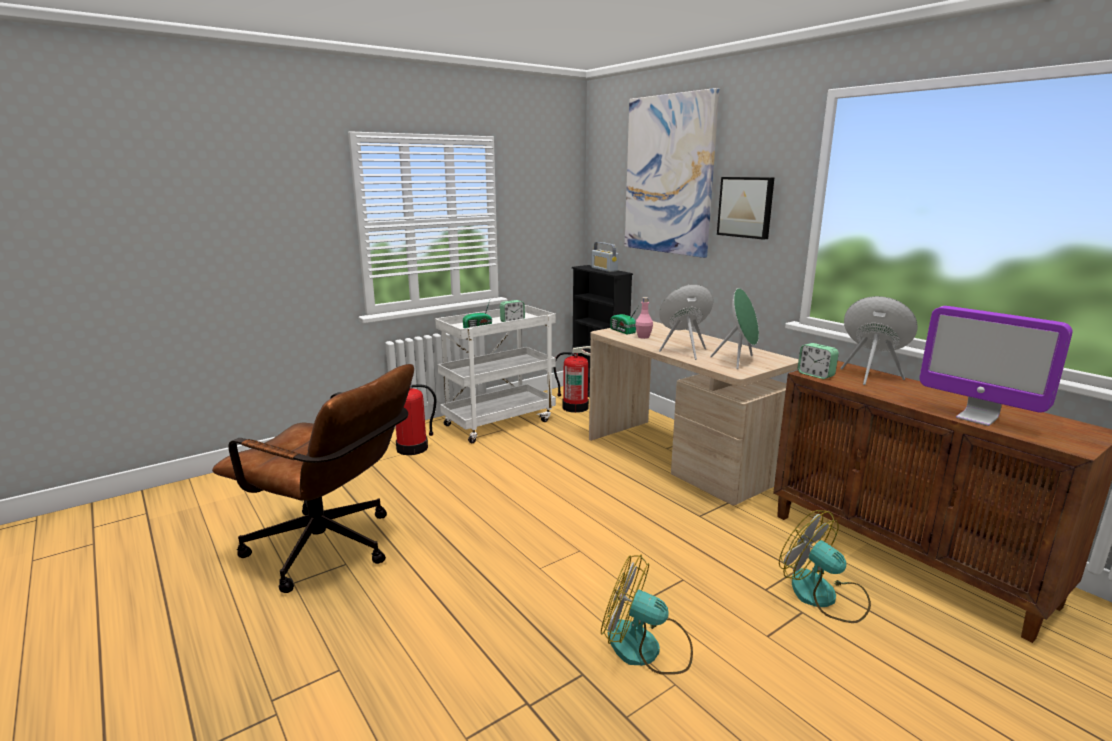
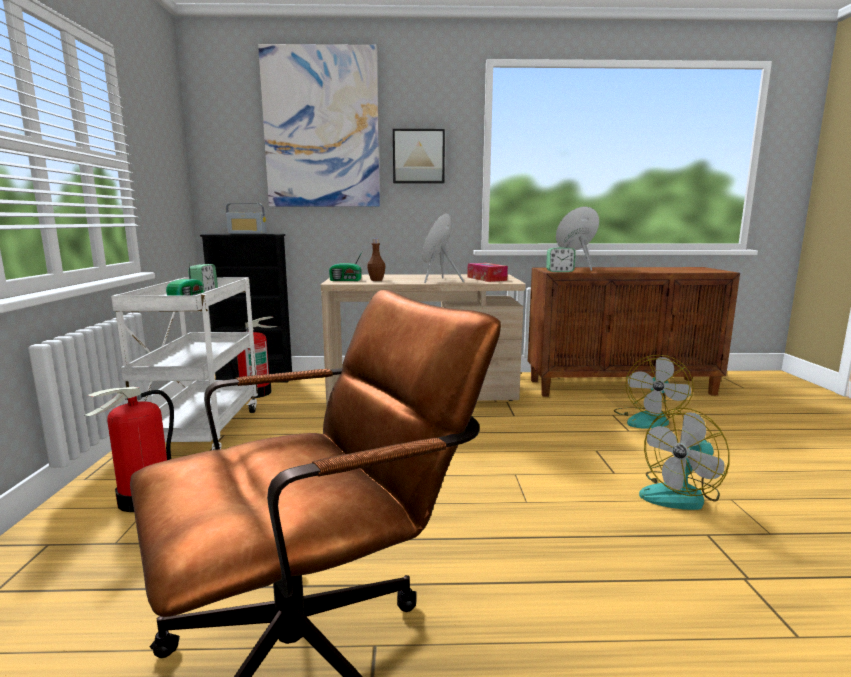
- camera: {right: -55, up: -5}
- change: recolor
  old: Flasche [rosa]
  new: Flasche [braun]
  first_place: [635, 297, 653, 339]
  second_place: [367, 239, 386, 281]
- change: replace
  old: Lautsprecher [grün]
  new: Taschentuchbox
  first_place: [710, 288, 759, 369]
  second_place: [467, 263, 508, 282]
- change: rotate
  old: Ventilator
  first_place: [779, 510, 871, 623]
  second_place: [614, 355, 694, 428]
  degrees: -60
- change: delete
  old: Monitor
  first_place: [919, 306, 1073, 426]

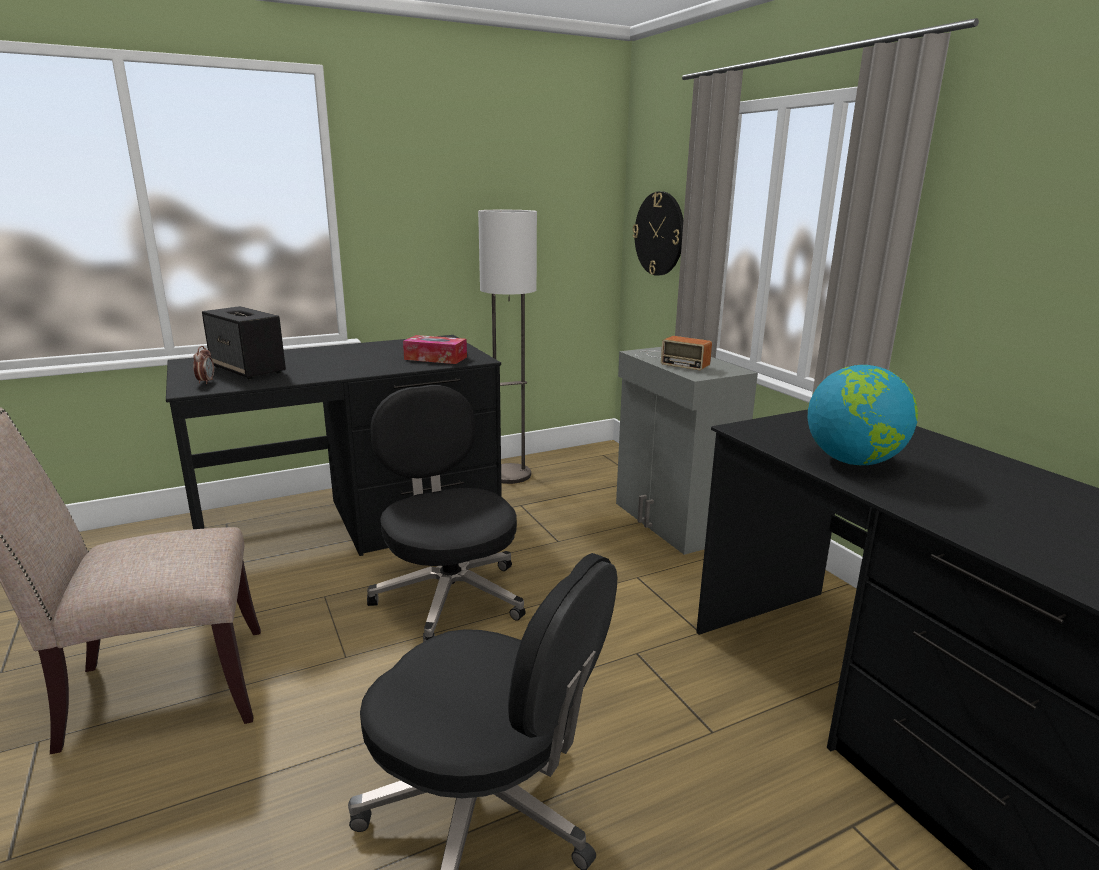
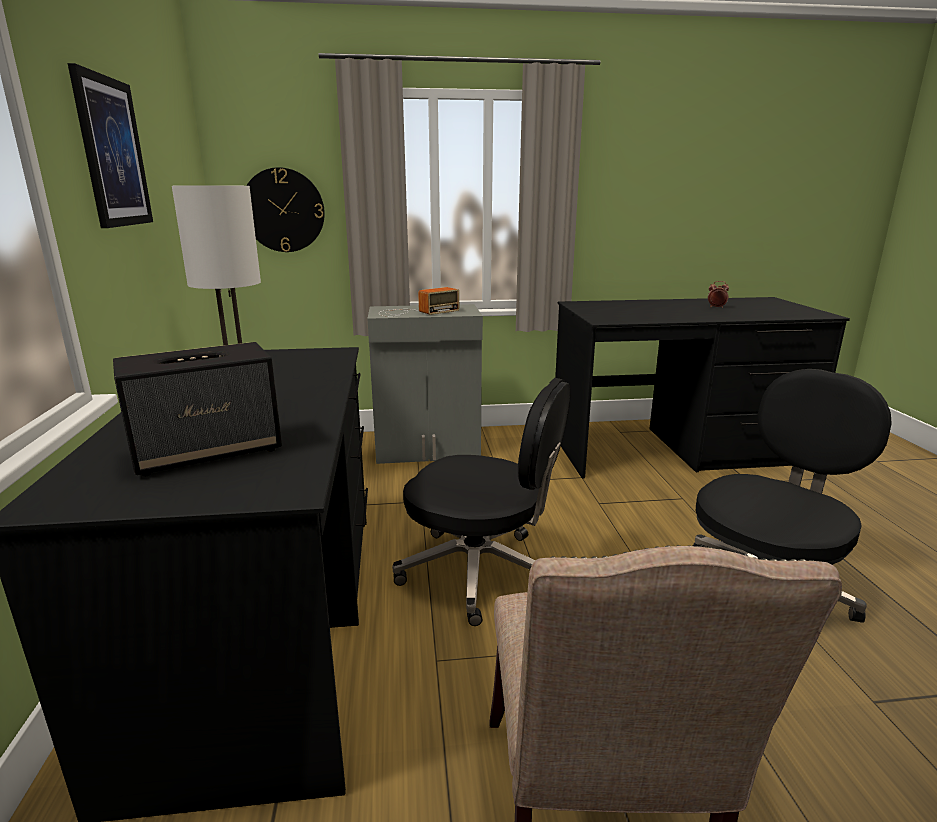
- camera: {right: -70, up: 0}
- change: move
  old: Wecker
  first_place: [193, 346, 214, 384]
  second_place: [708, 281, 729, 308]
- change: rotate
  old: Bürostuhl [schwarz]
  first_place: [367, 385, 526, 642]
  second_place: [392, 378, 571, 626]
  degrees: -150
- change: delete
  old: Taschentuchbox
  first_place: [403, 335, 467, 364]
- change: delete
  old: Globus
  first_place: [808, 365, 918, 465]
- change: insert
  new: Bild
  second_place: [68, 63, 153, 228]

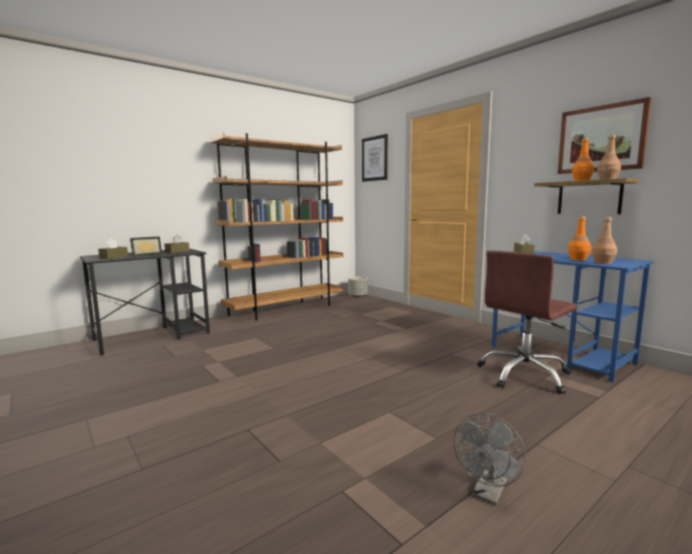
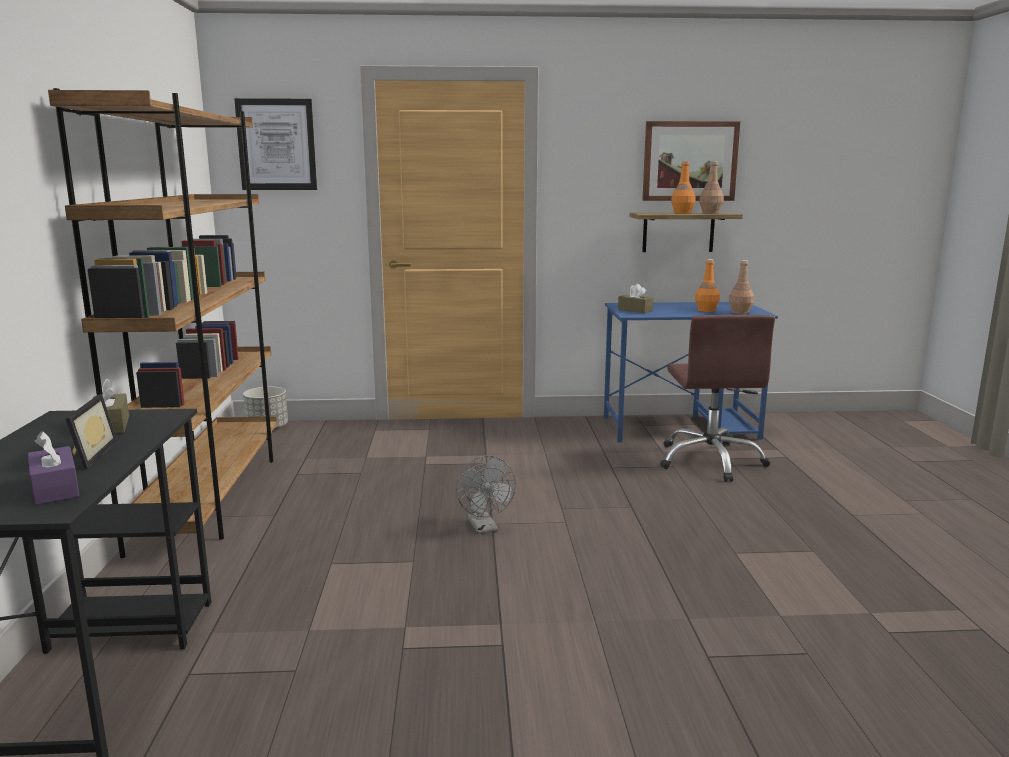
- camera: {right: -55, up: 5}
- change: recolor
  old: Taschentuchbox [braun]
  new: Taschentuchbox [lila]
  first_place: [98, 238, 128, 259]
  second_place: [28, 431, 80, 505]
- change: move
  old: Ventilator [grau]
  first_place: [453, 413, 526, 505]
  second_place: [456, 456, 516, 534]

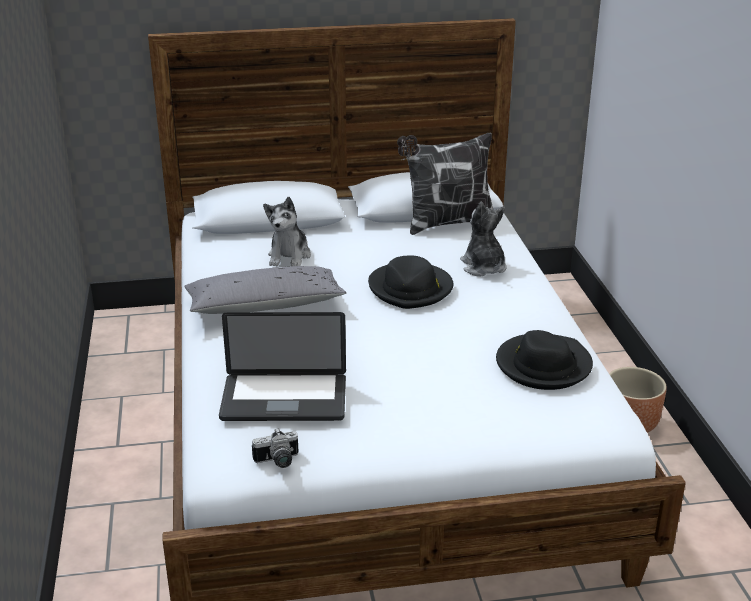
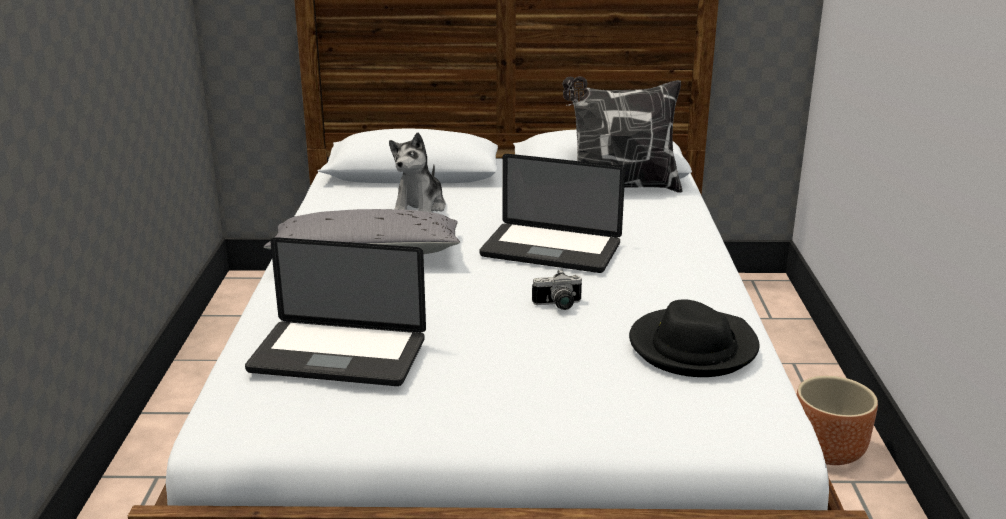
- camera: {right: 10, up: -5}
- change: move
  old: Kamera
  first_place: [252, 428, 299, 468]
  second_place: [532, 269, 582, 310]
- change: replace
  old: Hut [schwarz]
  new: Laptop
  first_place: [368, 255, 453, 309]
  second_place: [479, 154, 625, 273]
- change: delete
  old: Plüschtier
  first_place: [460, 202, 507, 277]

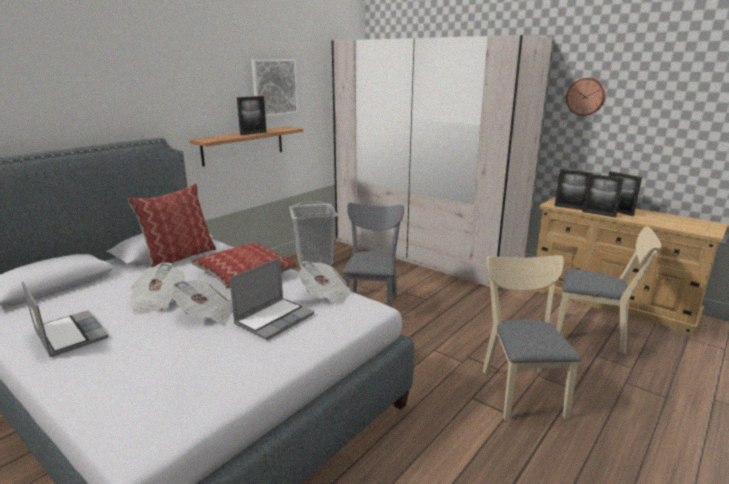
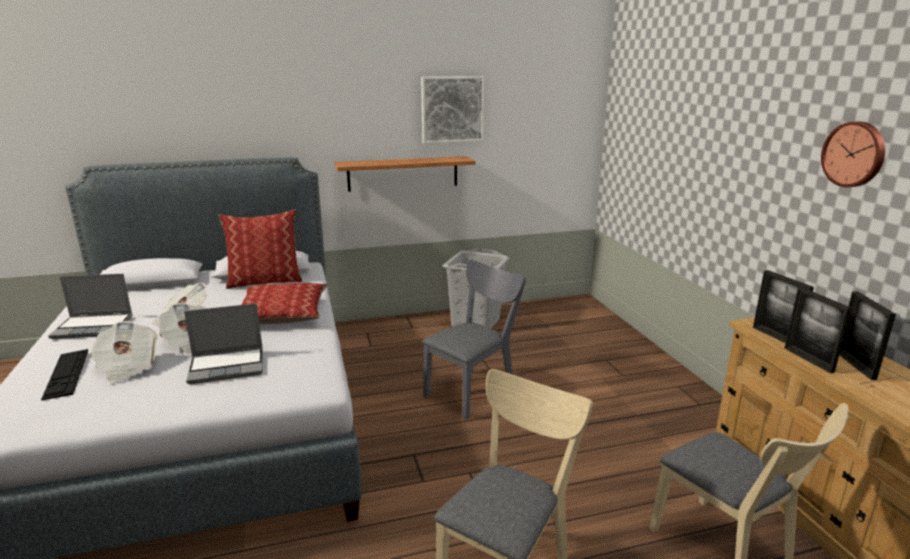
- camera: {right: 35, up: 0}
- change: rotate
  old: Laptop
  first_place: [22, 282, 109, 357]
  second_place: [49, 274, 133, 339]
  degrees: 90
- change: delete
  old: Bilderrahmen
  first_place: [237, 96, 267, 135]
- change: move
  old: Zeitung
  first_place: [298, 261, 350, 305]
  second_place: [90, 321, 158, 383]
- change: delete
  old: Kleiderschrank [beige]
  first_place: [332, 35, 553, 288]
- change: insert
  new: Tastatur
  second_place: [41, 349, 88, 400]

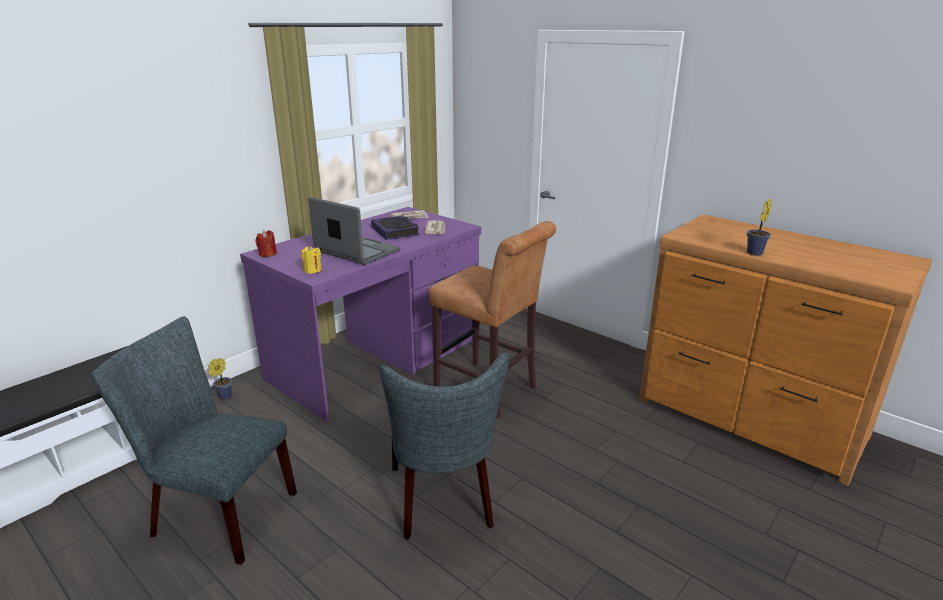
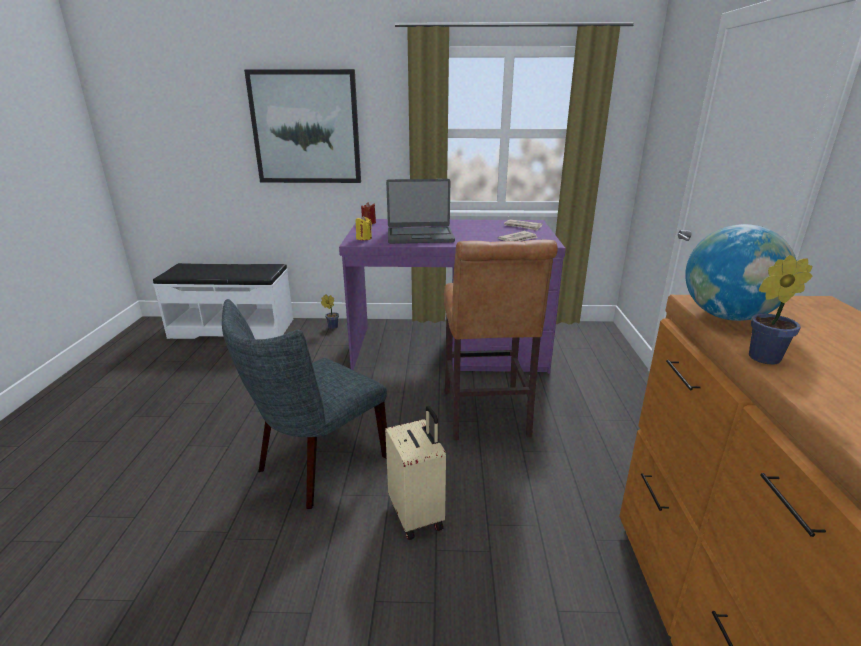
- camera: {right: 50, up: 0}
- change: delete
  old: Stuhl [grau]
  first_place: [92, 316, 297, 565]
- change: rotate
  old: Laptop
  first_place: [308, 197, 400, 265]
  second_place: [386, 179, 455, 244]
  degrees: 90
- change: delete
  old: Buch
  first_place: [371, 215, 420, 240]
- change: insert
  new: Bild
  second_place: [244, 69, 361, 183]
- change: insert
  new: Koffer [beige]
  second_place: [385, 406, 446, 540]
- change: insert
  new: Globus
  second_place: [685, 224, 797, 321]

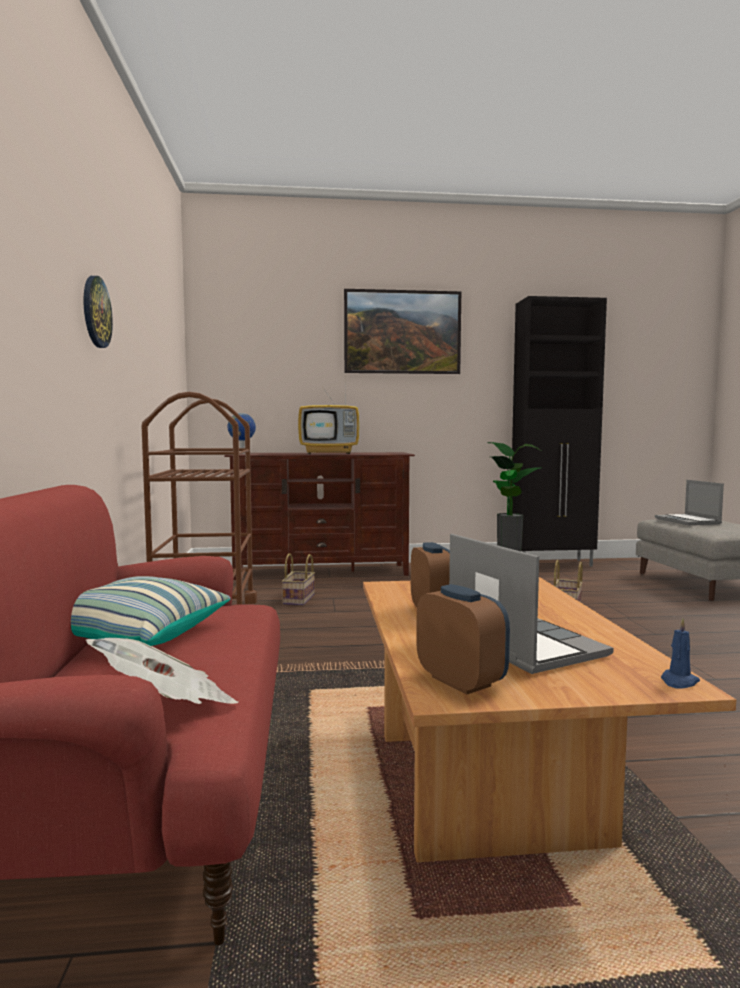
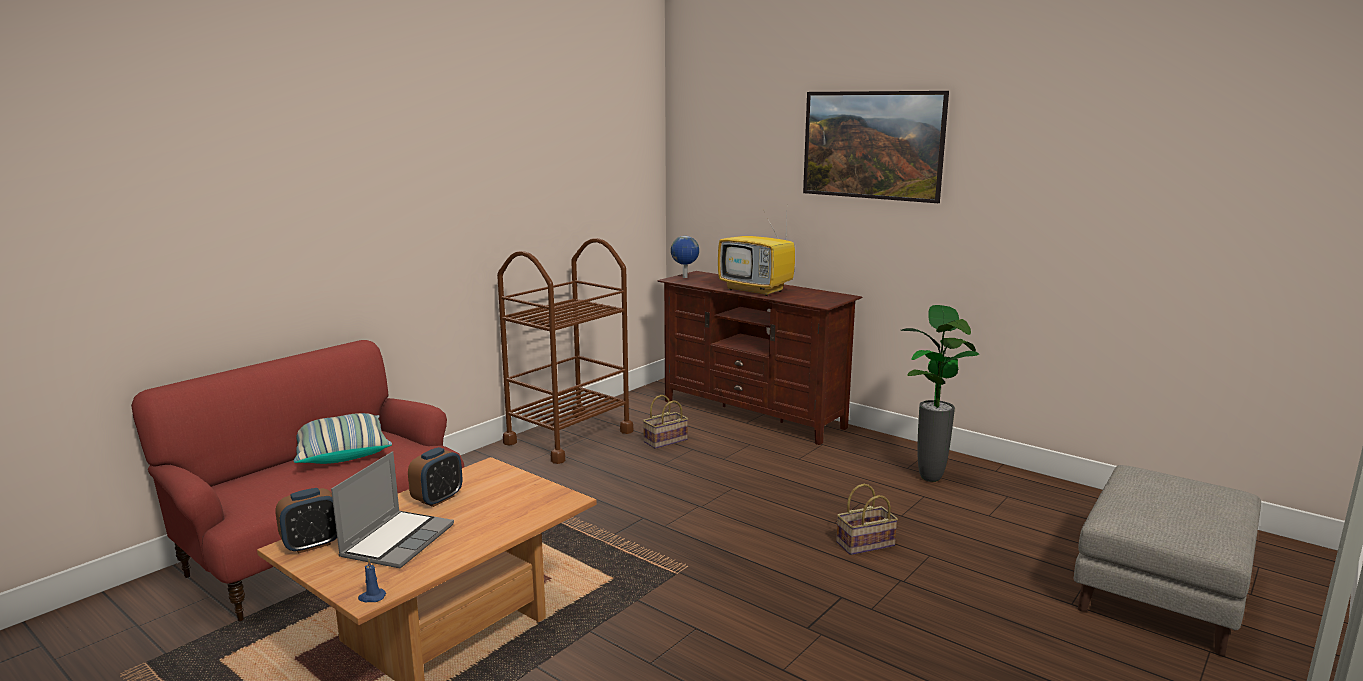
- camera: {right: 45, up: 10}
- change: delete
  old: Wanduhr
  first_place: [84, 276, 113, 348]
- change: delete
  old: Zeitung
  first_place: [86, 638, 238, 704]
- change: rotate
  old: Wecker
  first_place: [416, 584, 510, 695]
  second_place: [275, 488, 337, 554]
  degrees: 45
- change: delete
  old: Schrank [schwarz]
  first_place: [512, 296, 607, 567]
- change: delete
  old: Laptop
  first_place: [655, 480, 724, 525]

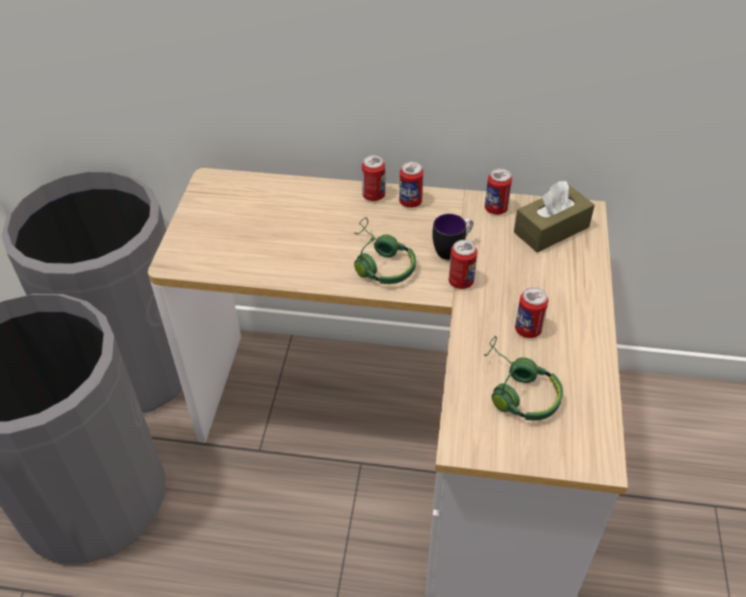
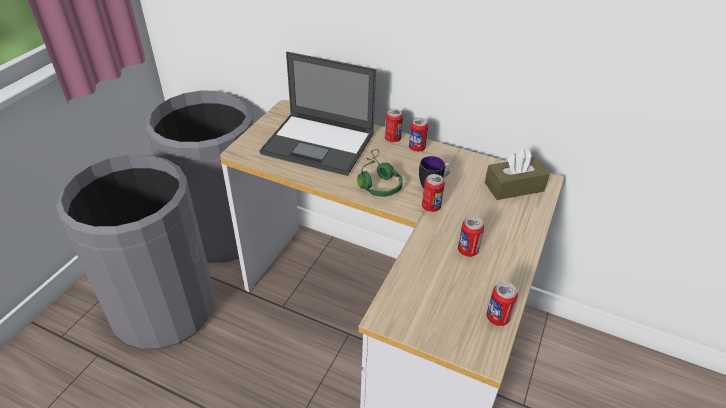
- camera: {right: 15, up: -5}
- change: delete
  old: Kopfhörer [grün]
  first_place: [484, 336, 563, 421]
- change: move
  old: Dose
  first_place: [485, 168, 512, 215]
  second_place: [486, 282, 518, 326]
- change: insert
  new: Laptop
  second_place: [259, 52, 376, 176]

